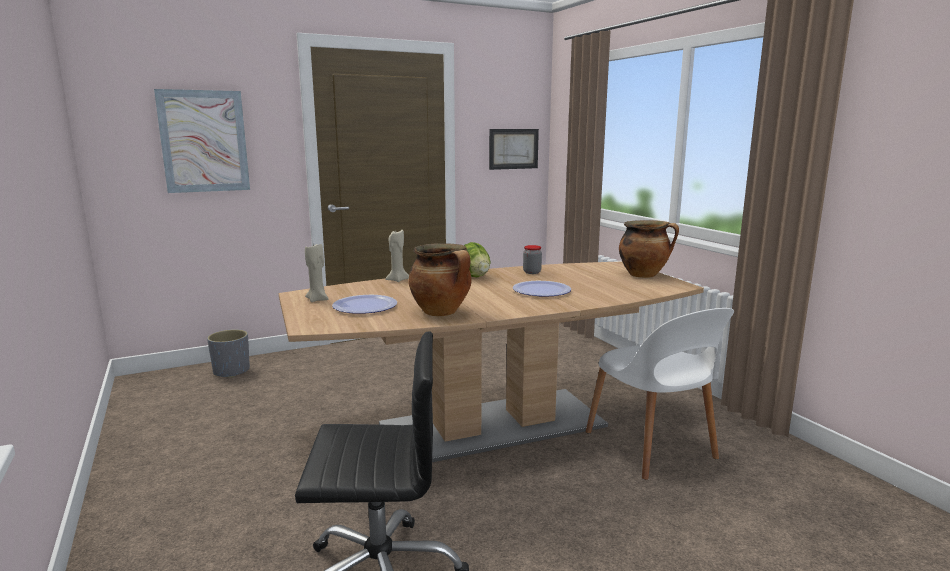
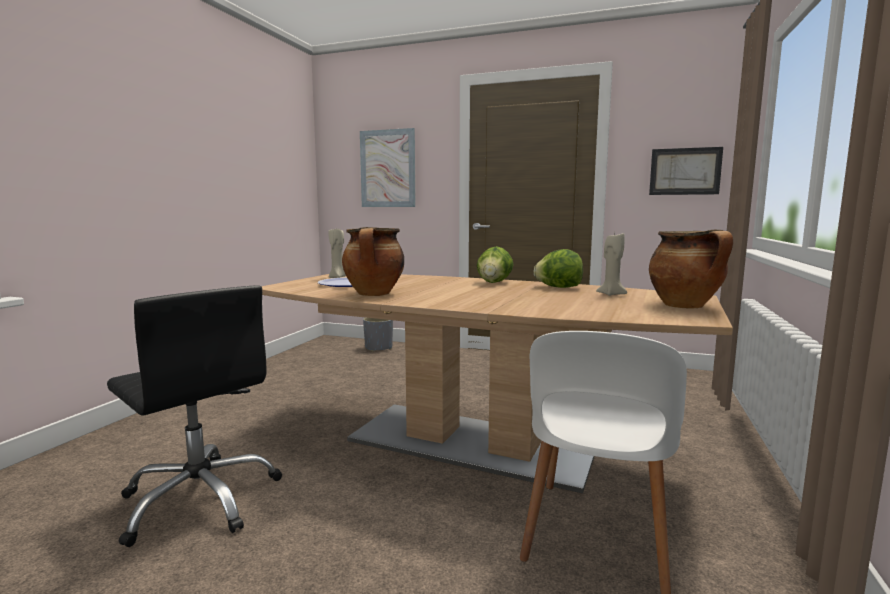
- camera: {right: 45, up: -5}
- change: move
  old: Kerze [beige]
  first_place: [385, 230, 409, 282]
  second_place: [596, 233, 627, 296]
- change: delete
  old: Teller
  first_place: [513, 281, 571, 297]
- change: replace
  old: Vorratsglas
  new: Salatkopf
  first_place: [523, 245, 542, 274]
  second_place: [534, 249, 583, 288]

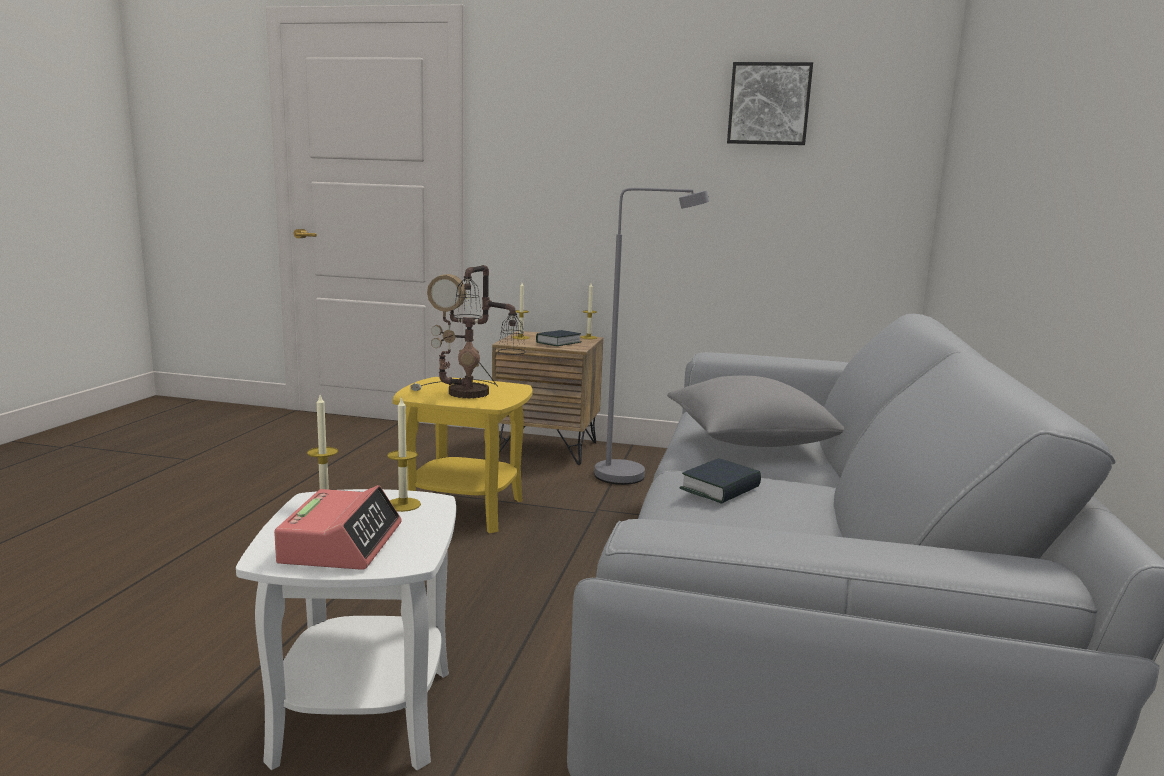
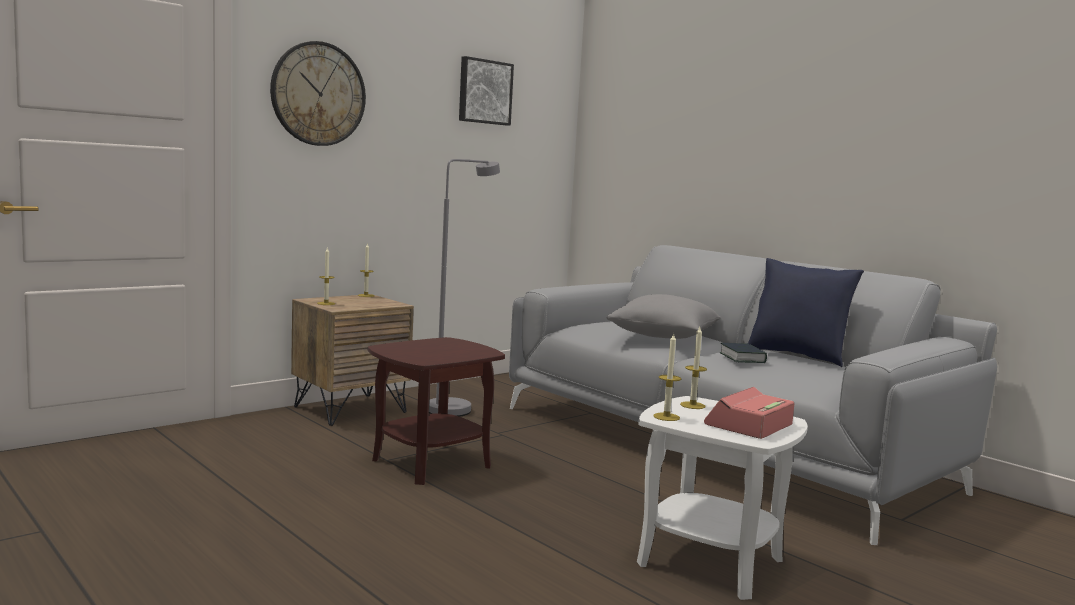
- camera: {right: -55, up: -5}
- change: rotate
  old: Wecker
  first_place: [274, 485, 402, 570]
  second_place: [704, 387, 794, 439]
  degrees: -90
- change: recolor
  old: Beistelltisch [gelb]
  new: Beistelltisch [braun]
  first_place: [393, 377, 533, 534]
  second_place: [368, 337, 505, 485]
- change: delete
  old: Tischlampe
  first_place: [410, 265, 525, 399]
- change: delete
  old: Buch
  first_place: [536, 330, 581, 346]
- change: insert
  new: Wanduhr
  second_place: [270, 41, 366, 146]
- change: insert
  new: Kissen [blau]
  second_place: [748, 258, 864, 367]

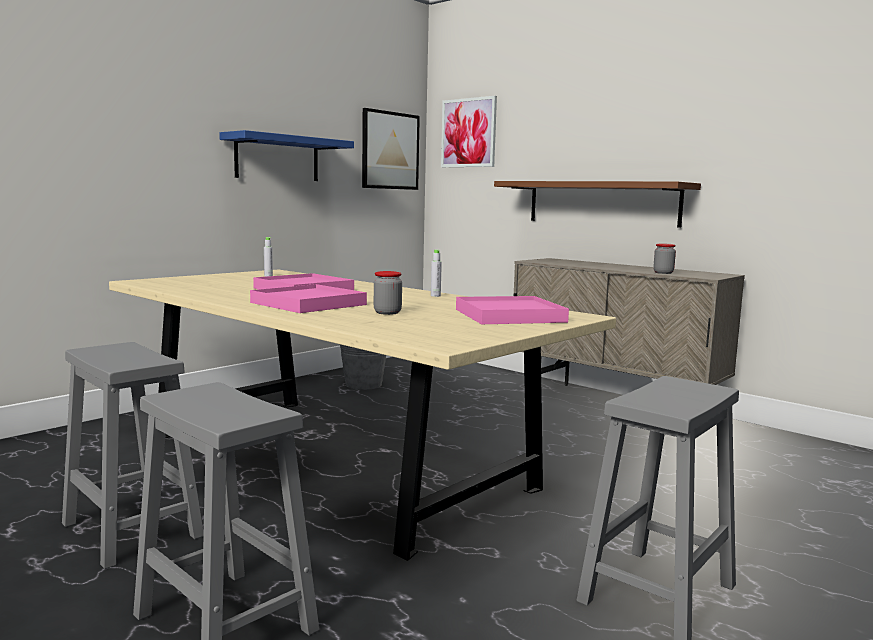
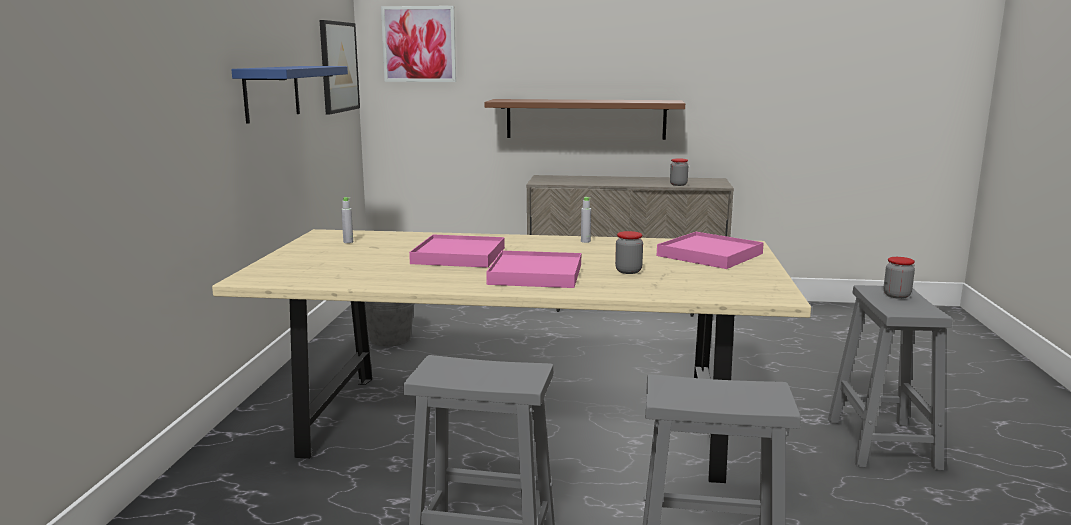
- camera: {right: -35, up: 5}
- change: insert
  new: Vorratsglas
  second_place: [884, 257, 915, 299]

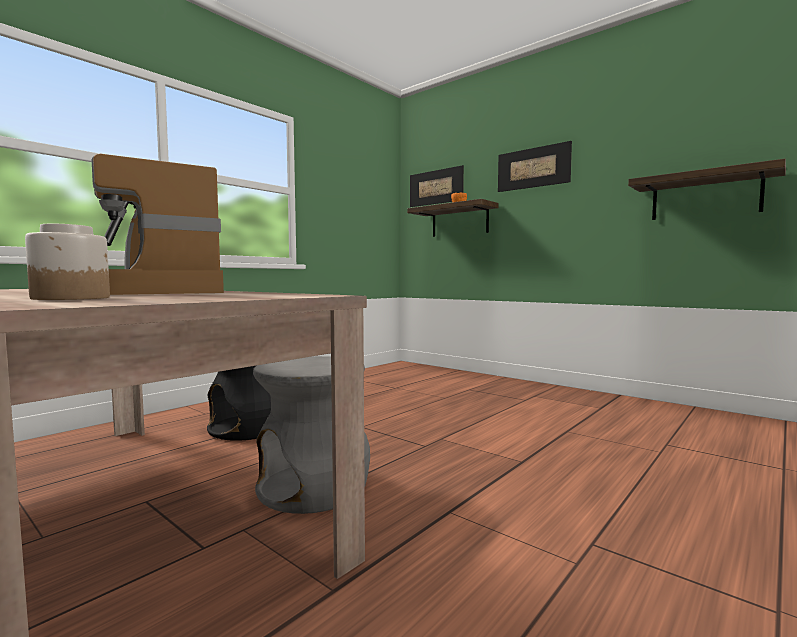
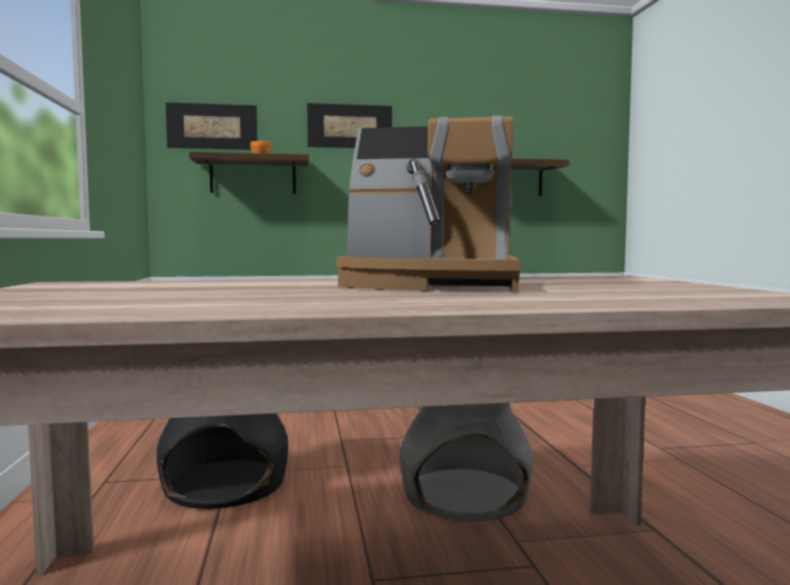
- camera: {right: -50, up: 0}
- change: delete
  old: Vorratsglas
  first_place: [25, 224, 110, 300]

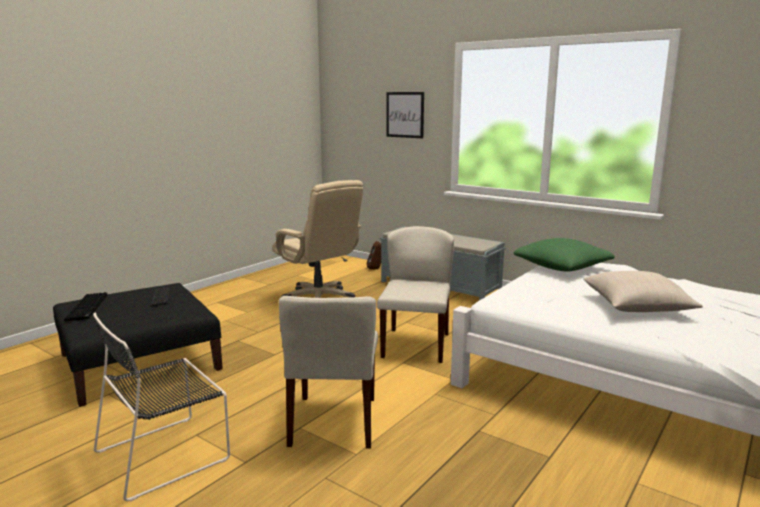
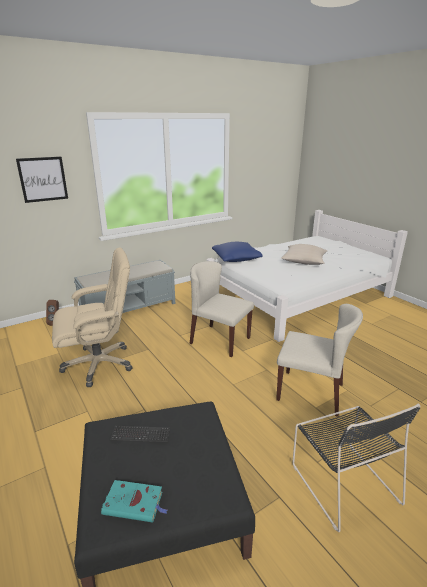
- camera: {right: -70, up: 10}
- change: replace
  old: Tastatur
  new: Buch [türkis]
  first_place: [64, 292, 108, 321]
  second_place: [101, 480, 167, 522]
- change: recolor
  old: Kissen [grün]
  new: Kissen [blau]
  first_place: [514, 238, 615, 271]
  second_place: [212, 242, 262, 262]

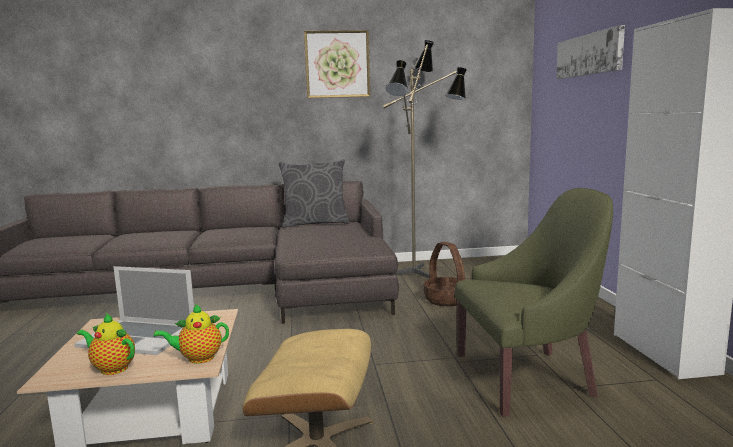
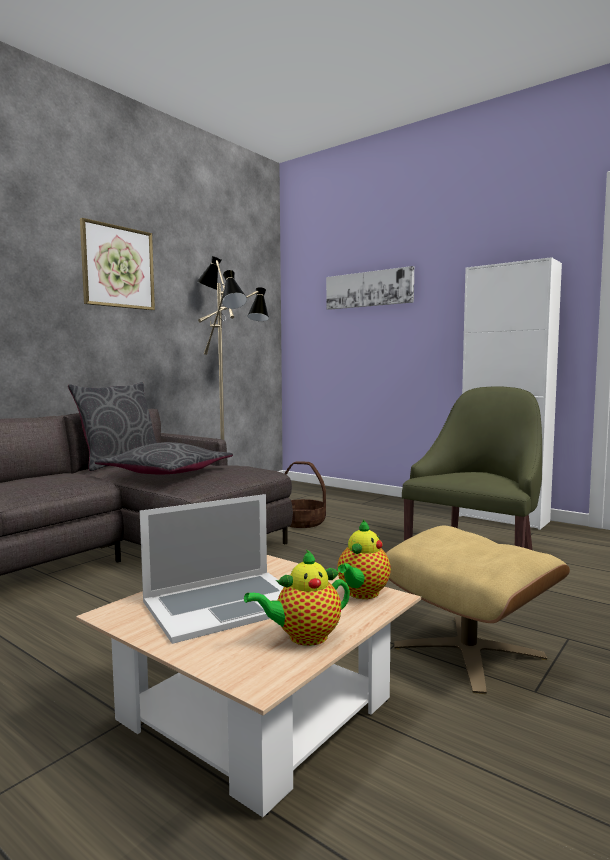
- camera: {right: -45, up: -5}
- change: insert
  new: Kissen [grau]
  second_place: [95, 442, 233, 474]

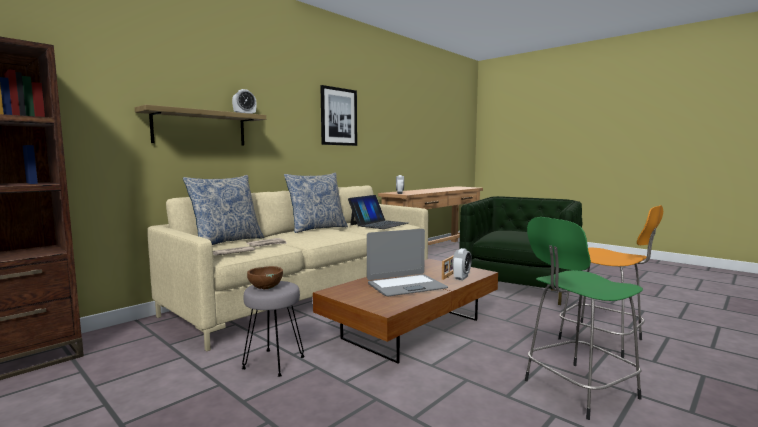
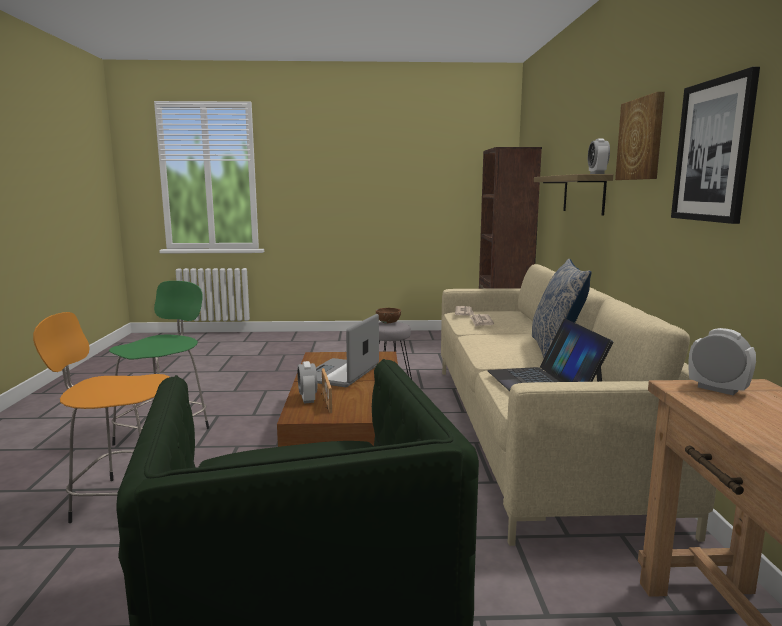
- camera: {right: 135, up: 5}
- change: delete
  old: Kissen
  first_place: [183, 175, 264, 245]
- change: insert
  new: Bild
  second_place: [615, 92, 665, 180]

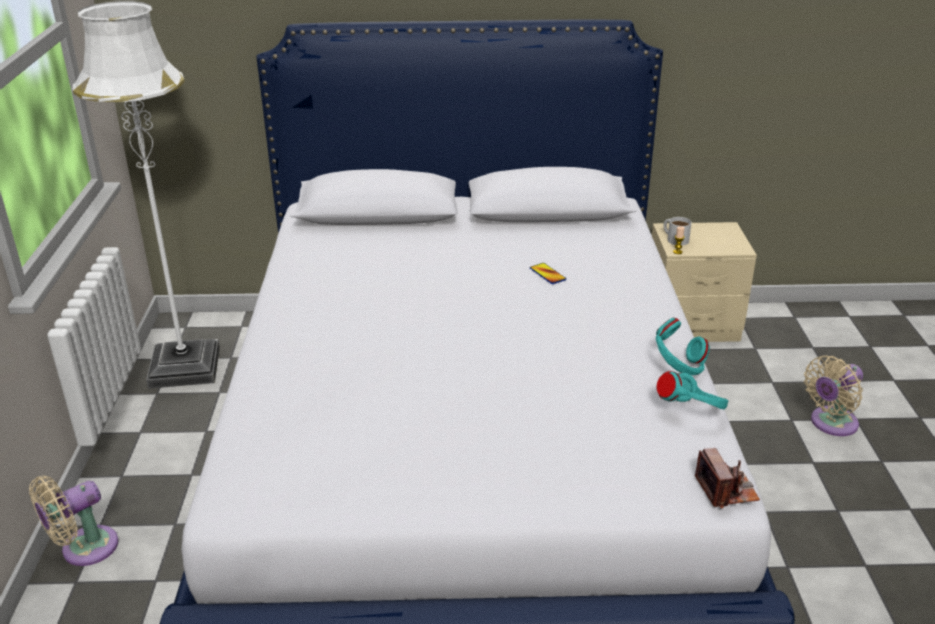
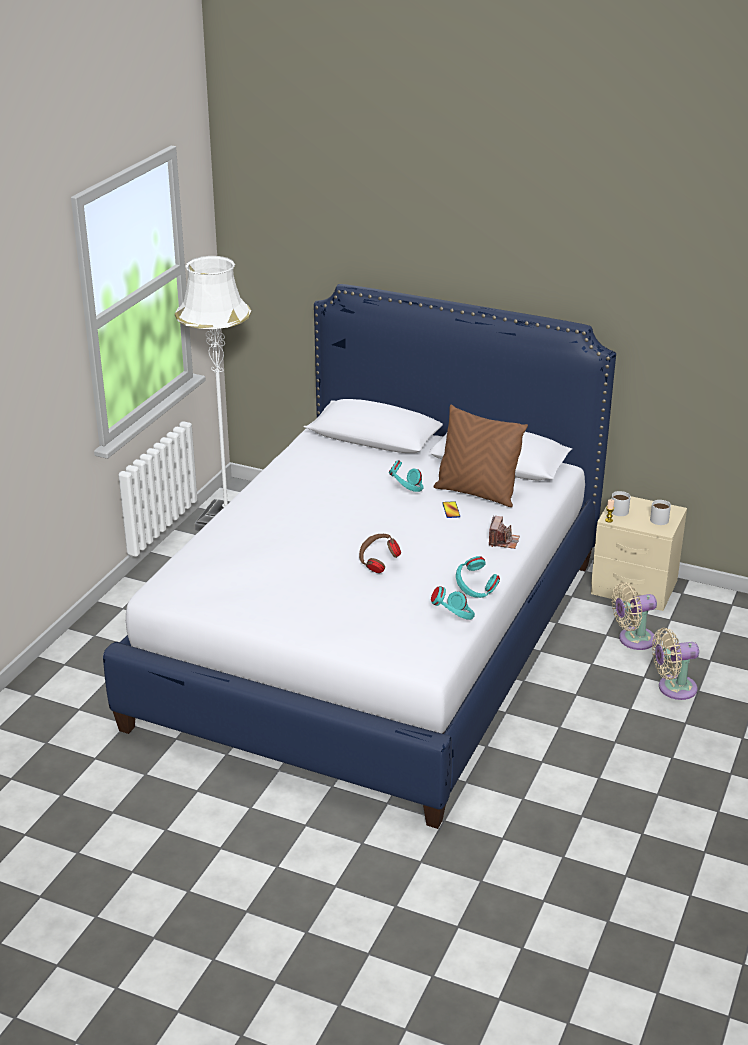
- camera: {right: 25, up: 0}
- change: move
  old: Ventilator [beige]
  first_place: [29, 476, 118, 566]
  second_place: [612, 582, 657, 650]
- change: move
  old: Kamera
  first_place: [695, 448, 760, 508]
  second_place: [489, 516, 520, 549]
- change: insert
  new: Kopfhörer [braun]
  second_place: [359, 534, 401, 573]
- change: insert
  new: Kopfhörer [türkis]
  second_place: [389, 460, 424, 492]
- change: insert
  new: Kissen [braun]
  second_place: [434, 405, 528, 507]
- change: insert
  new: Henkelbecher [weiß]
  second_place: [650, 500, 671, 525]

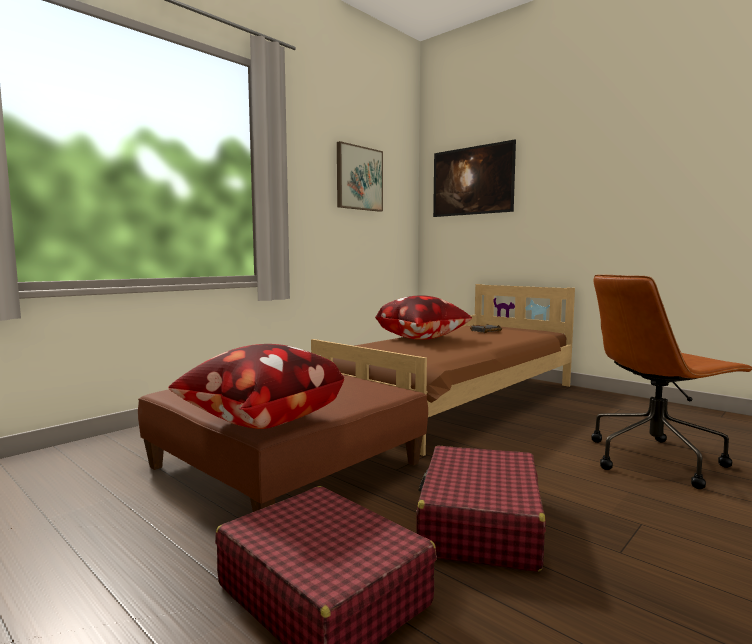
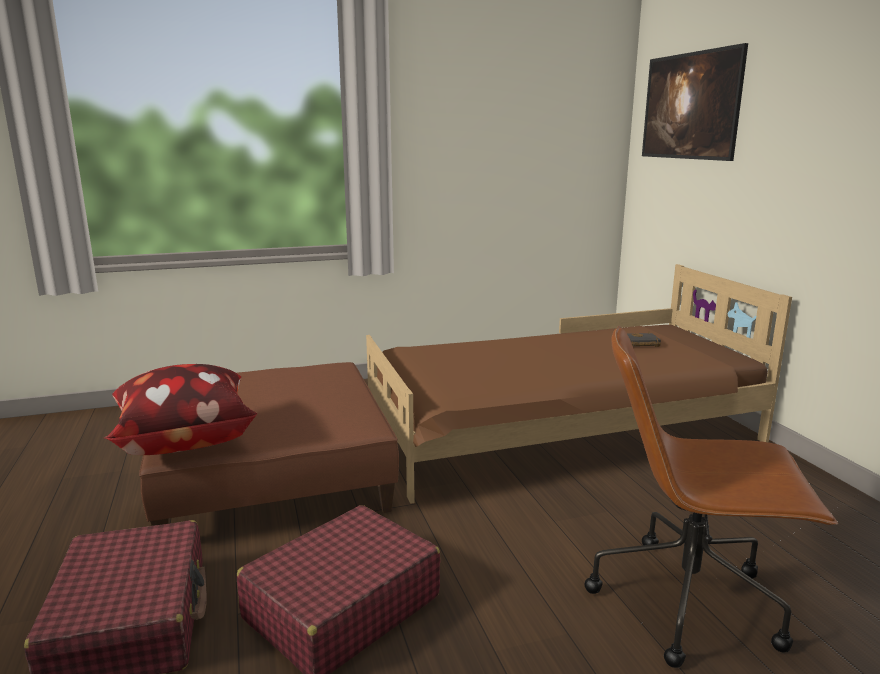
- camera: {right: 30, up: 10}
- change: delete
  old: Bild
  first_place: [337, 141, 383, 212]
- change: delete
  old: Kissen
  first_place: [376, 295, 472, 340]

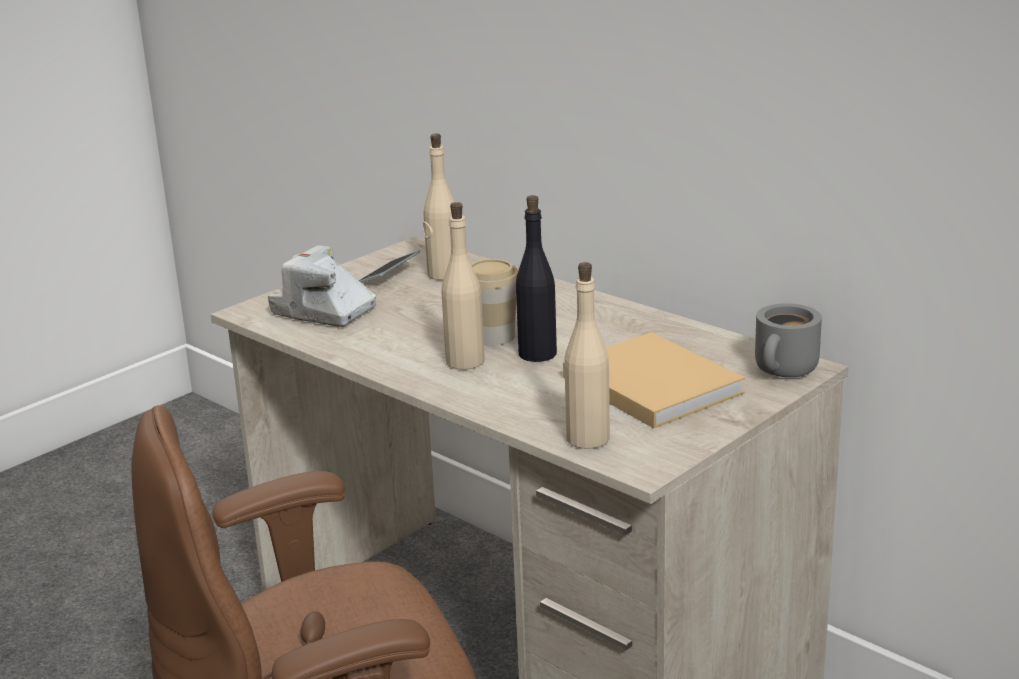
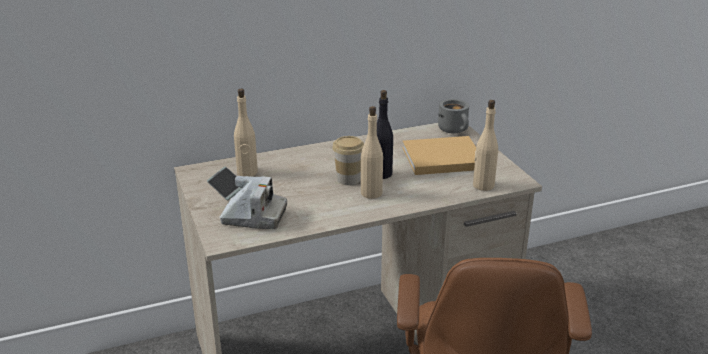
- camera: {right: -65, up: 5}
- change: rotate
  old: Kamera
  first_place: [268, 245, 376, 327]
  second_place: [220, 176, 287, 229]
  degrees: -135

